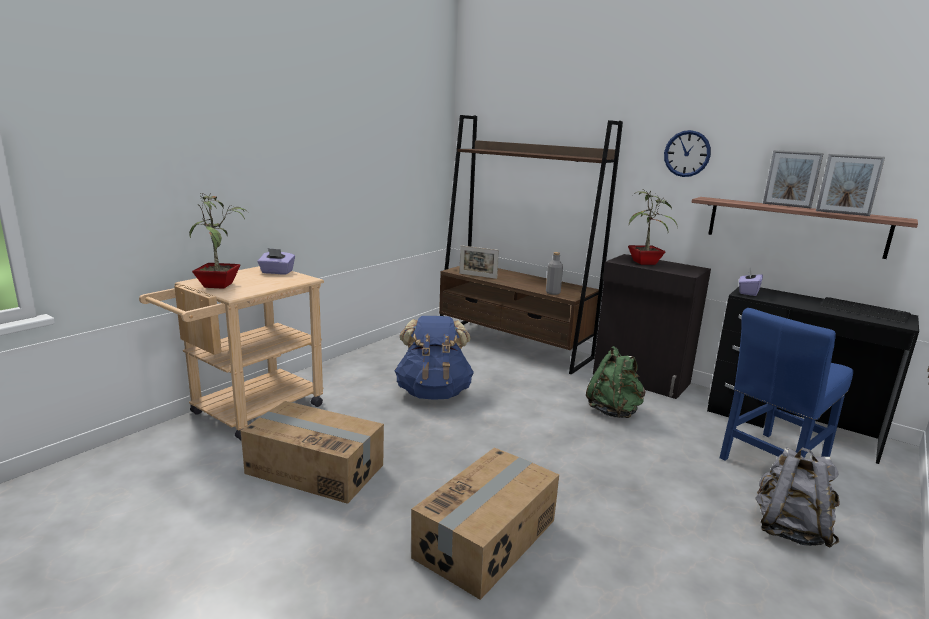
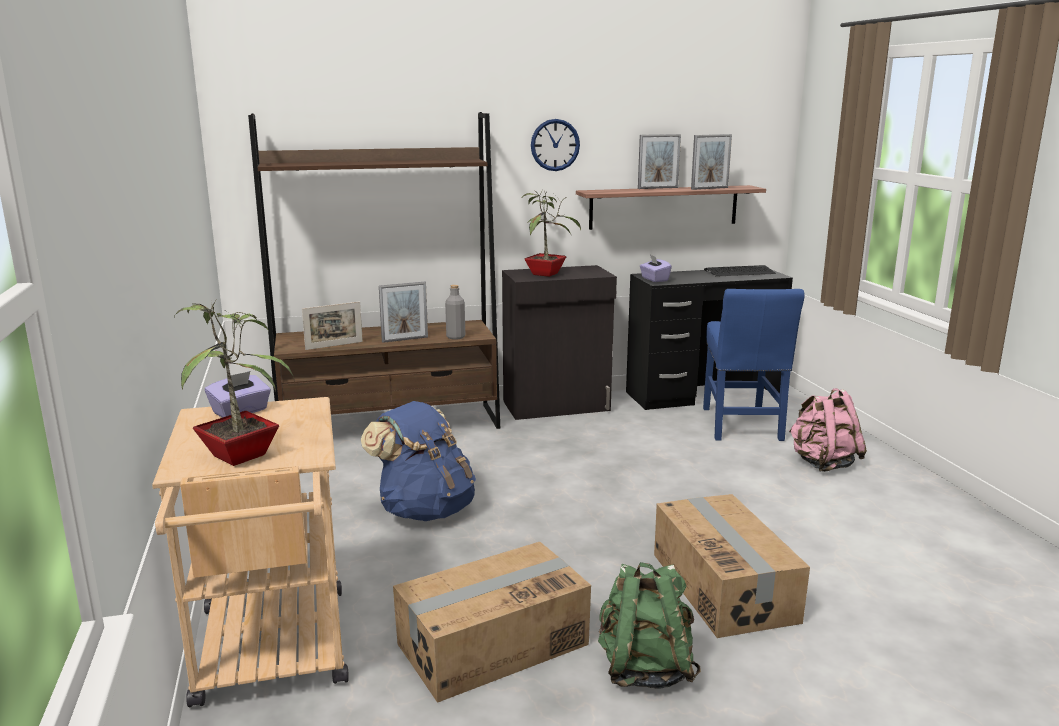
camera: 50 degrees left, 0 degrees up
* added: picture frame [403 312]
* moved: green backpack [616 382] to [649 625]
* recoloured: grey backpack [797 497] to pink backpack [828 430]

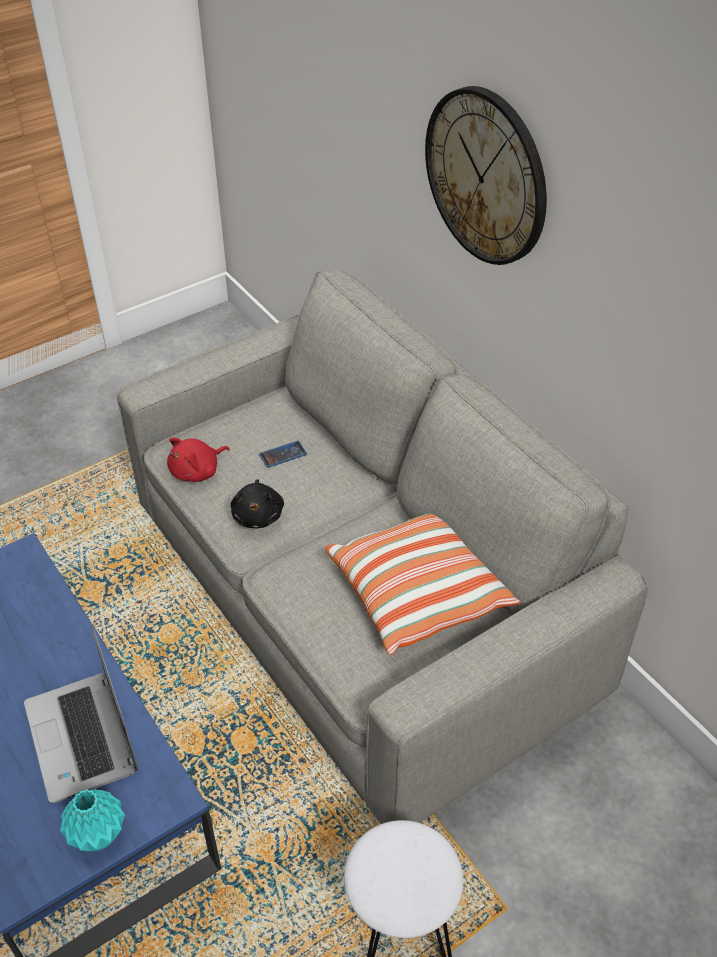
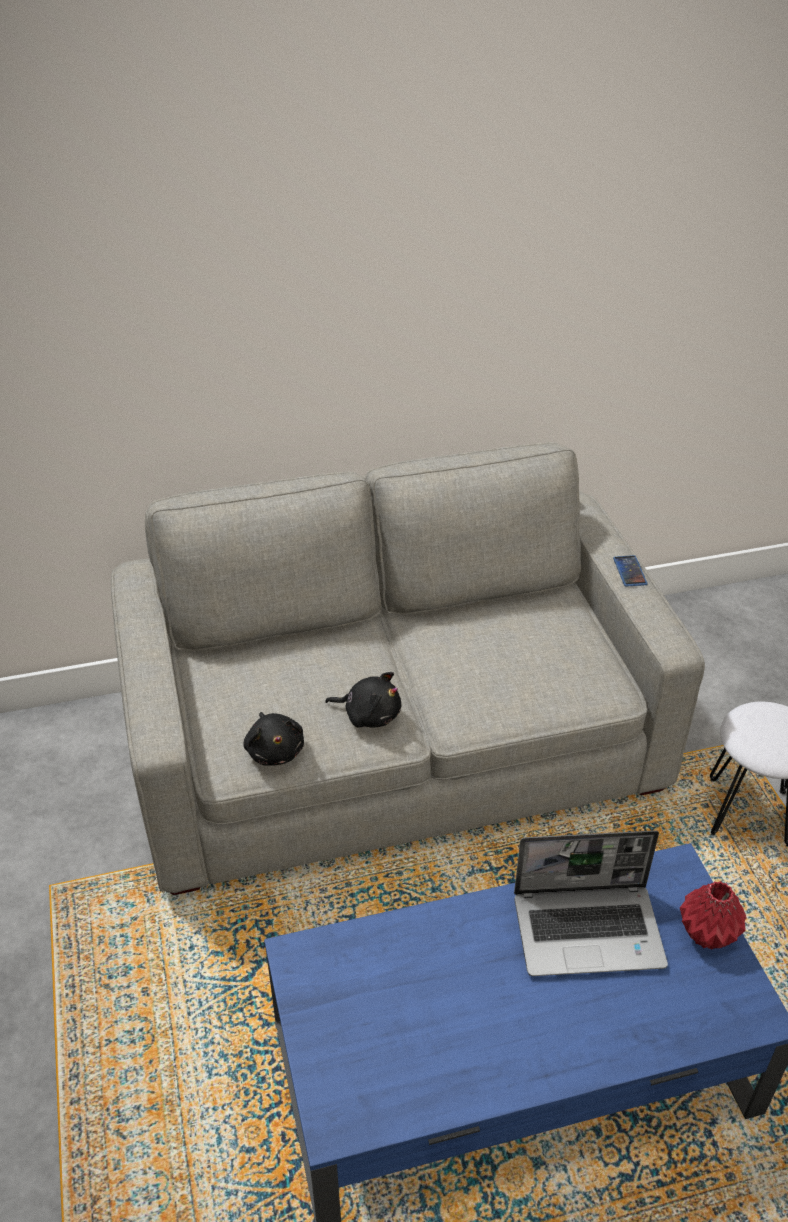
camera: 70 degrees left, 5 degrees down
* removed: pillow [423 584]
* removed: wall clock [486 175]
* moved: phone [283 454] to [630 571]
* recoloured: turquoise vase [92 820] to red vase [713 915]
* recoloured: red plush toy [198 460] to black plush toy [273 739]

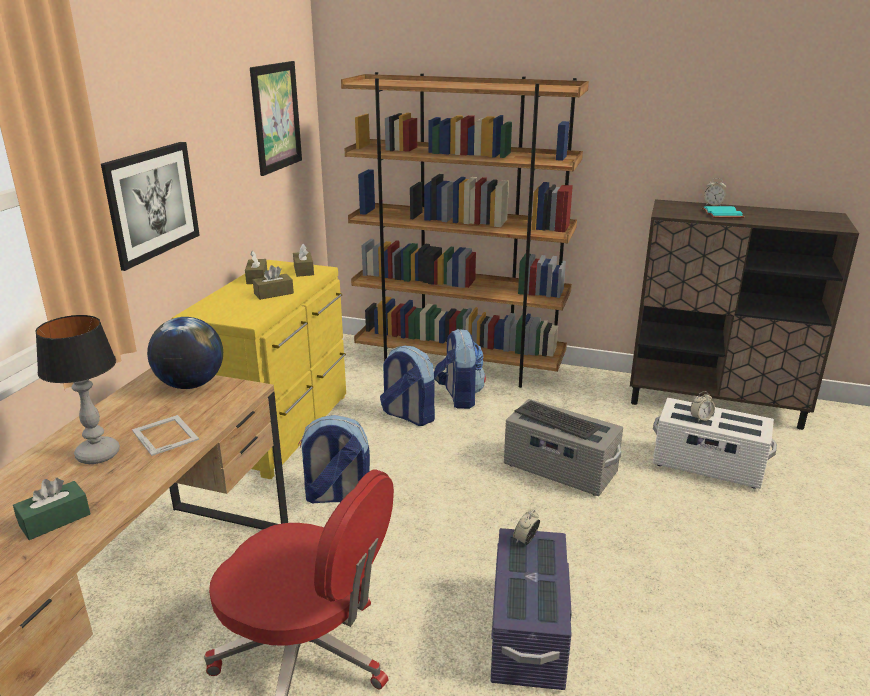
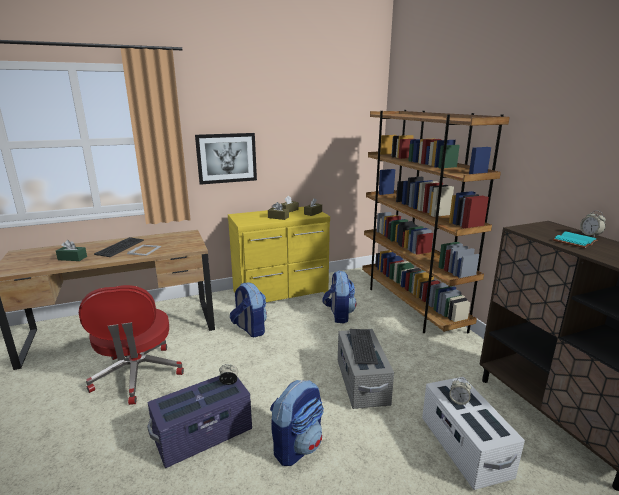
camera: 50 degrees right, 5 degrees down
* removed: globe [185 353]
* removed: picture [276 118]
* moved: backpack [460 369] to [297 423]
* replaced: table lamp [77 389] to keyboard [119 247]

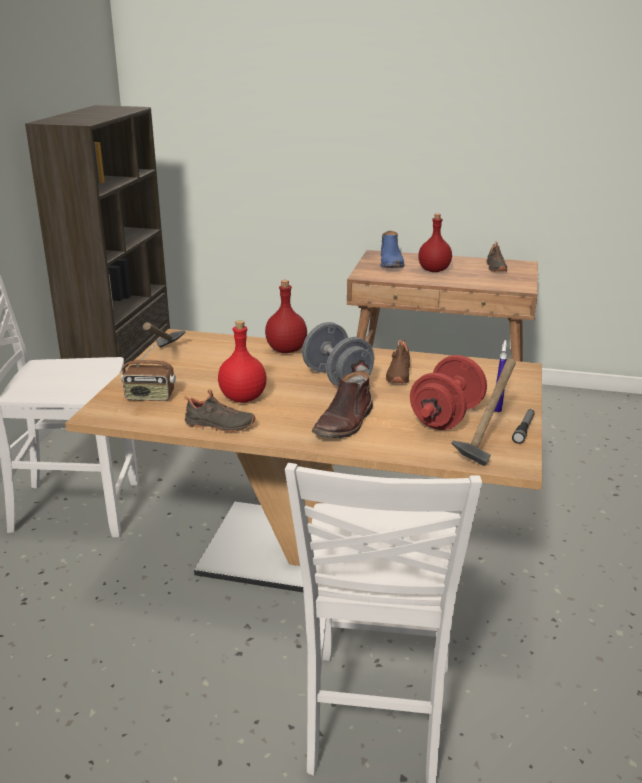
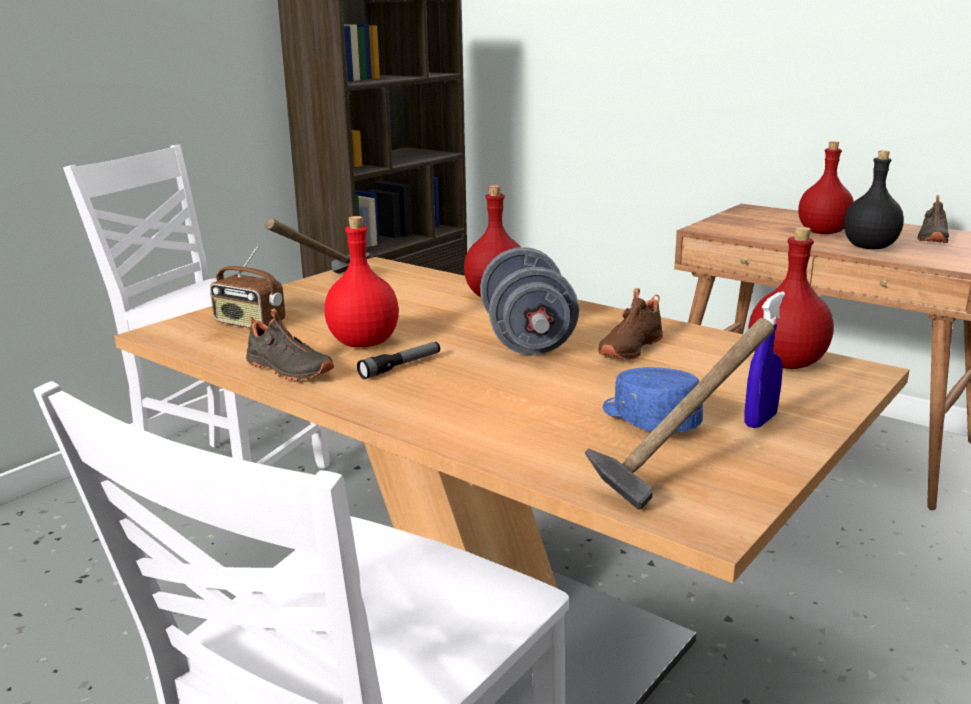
camera: 25 degrees right, 5 degrees down
* removed: brown boot [342 404]
* removed: blue boot [392 249]
* added: red bottle [791 298]
* added: black bottle [874 199]
* moved: flashlight [523 426] to [398 360]
* replaced: red dumbbell [448 392] to blue cap [653 400]

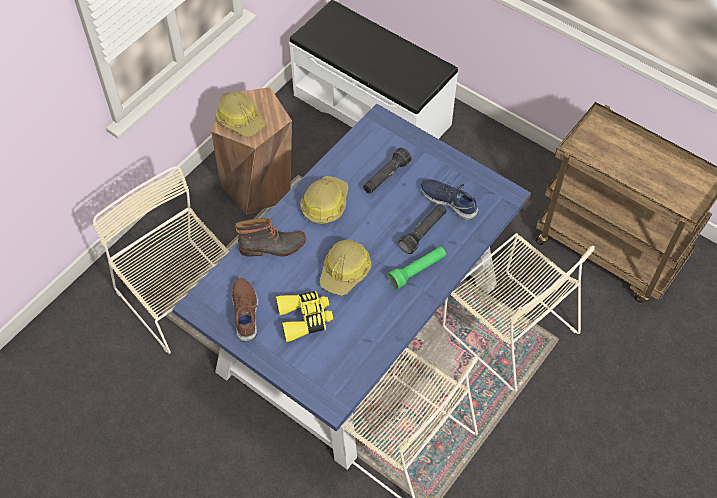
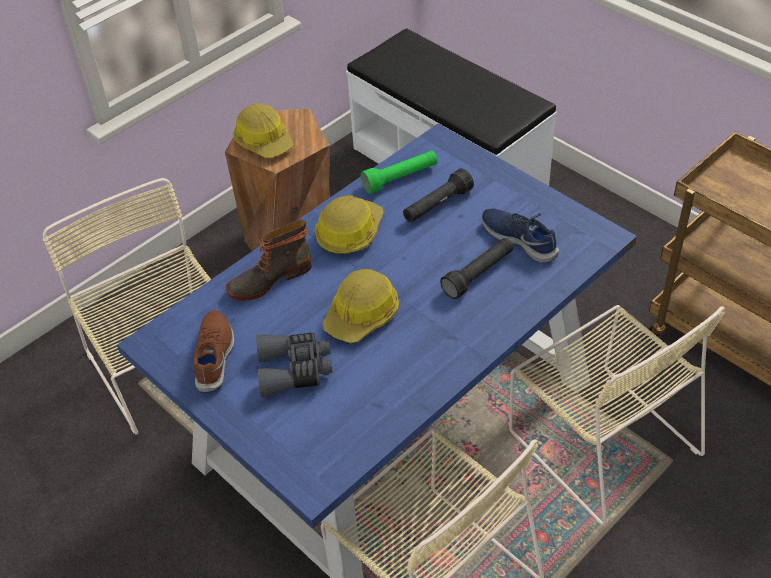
camera: 10 degrees right, 10 degrees down
* moved: green flashlight [417 267] to [399 172]
* recoloured: yellow binoculars [304 316] to grey binoculars [294 365]
* turned: boot [270 237] = [269 260] 150 degrees clockwise

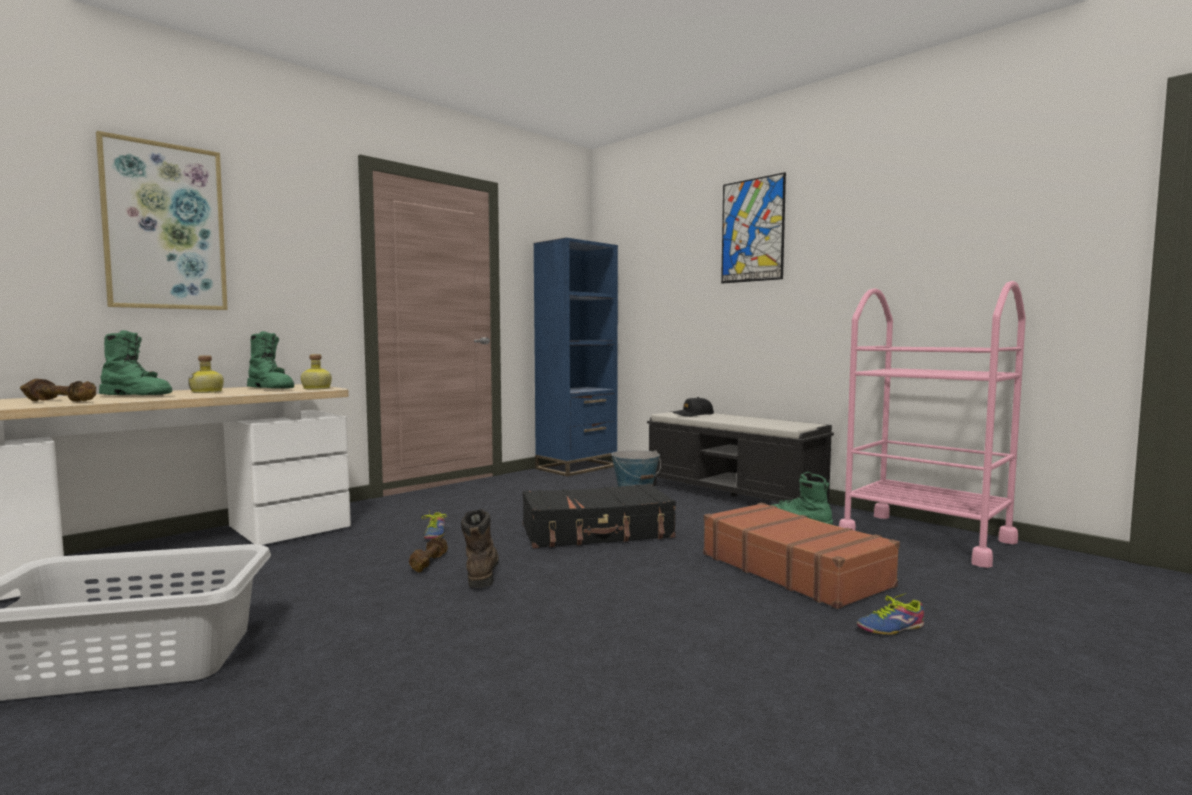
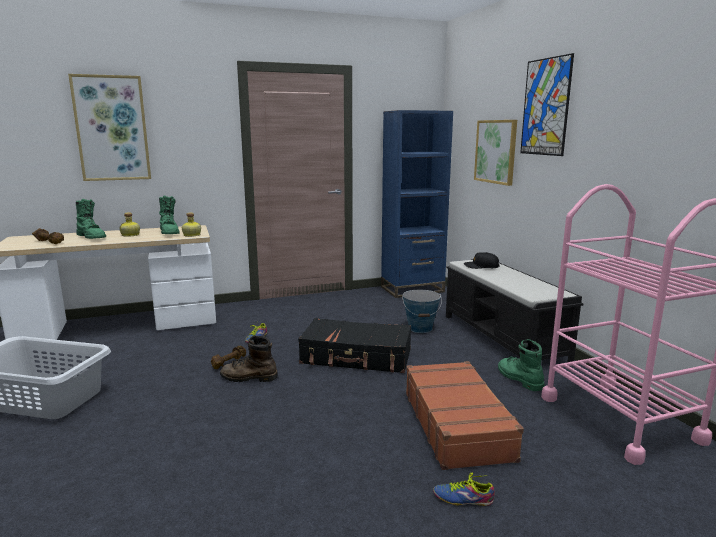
camera: 25 degrees right, 10 degrees up
* added: picture [495 153]
* turned: brown boot [480 548] = [249 358] 105 degrees counterclockwise

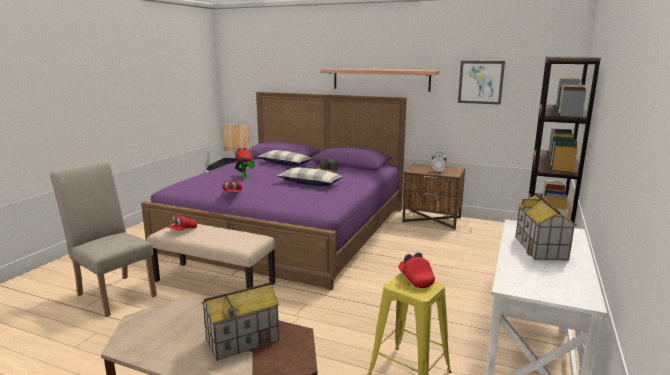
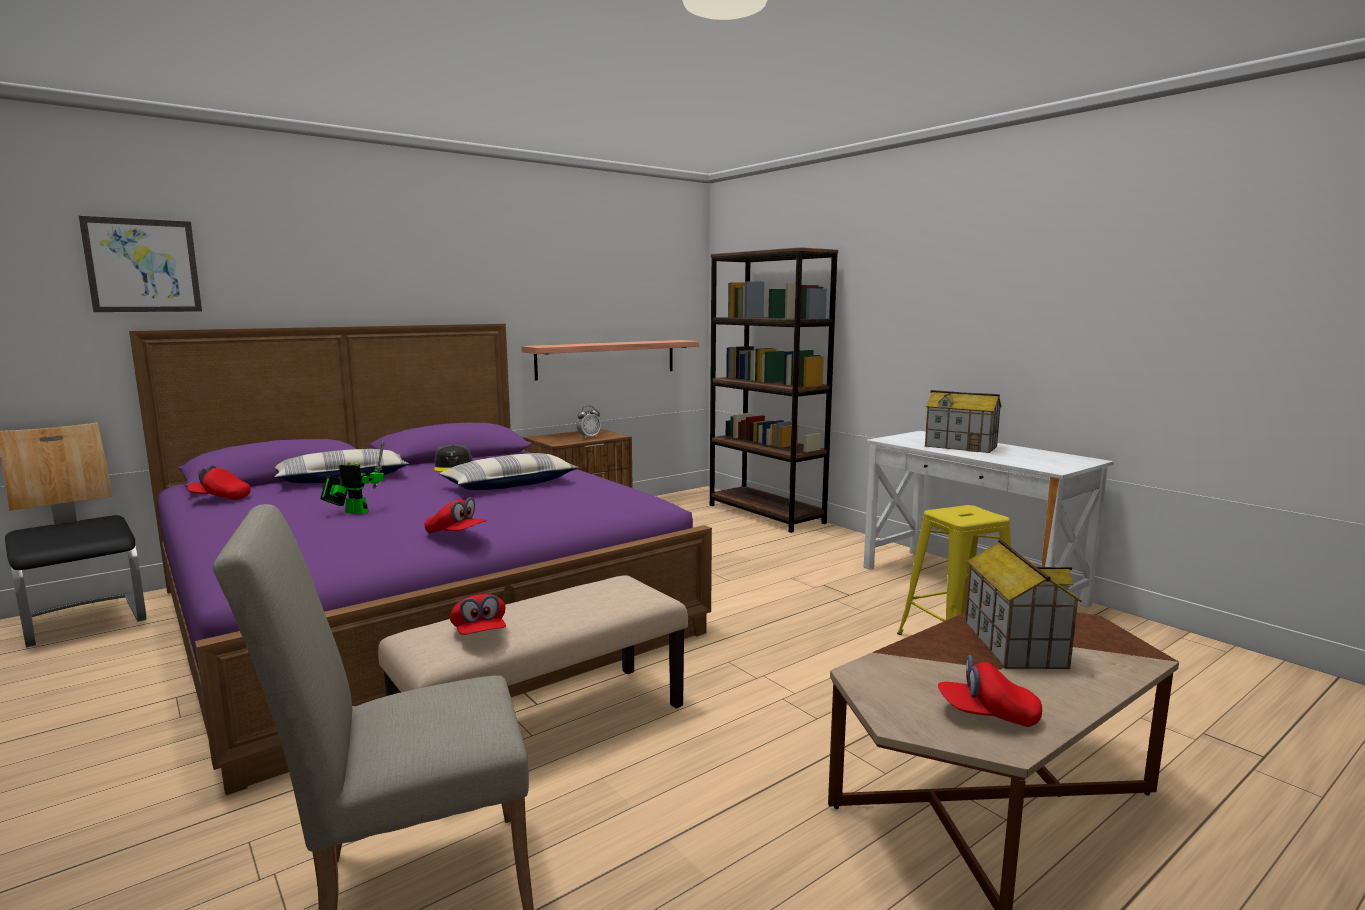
camera: 60 degrees left, 5 degrees down
* moved: shelf [379 80] to [610 360]
* moved: red cap [417 270] to [990 691]
* moved: picture [481 83] to [140 264]

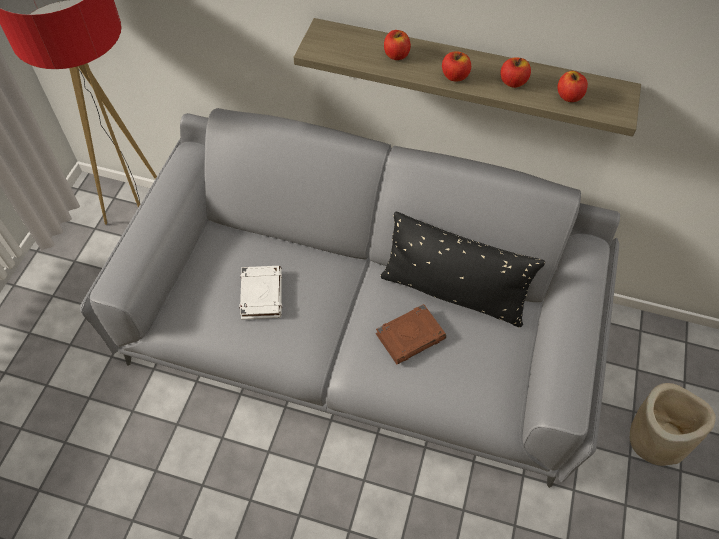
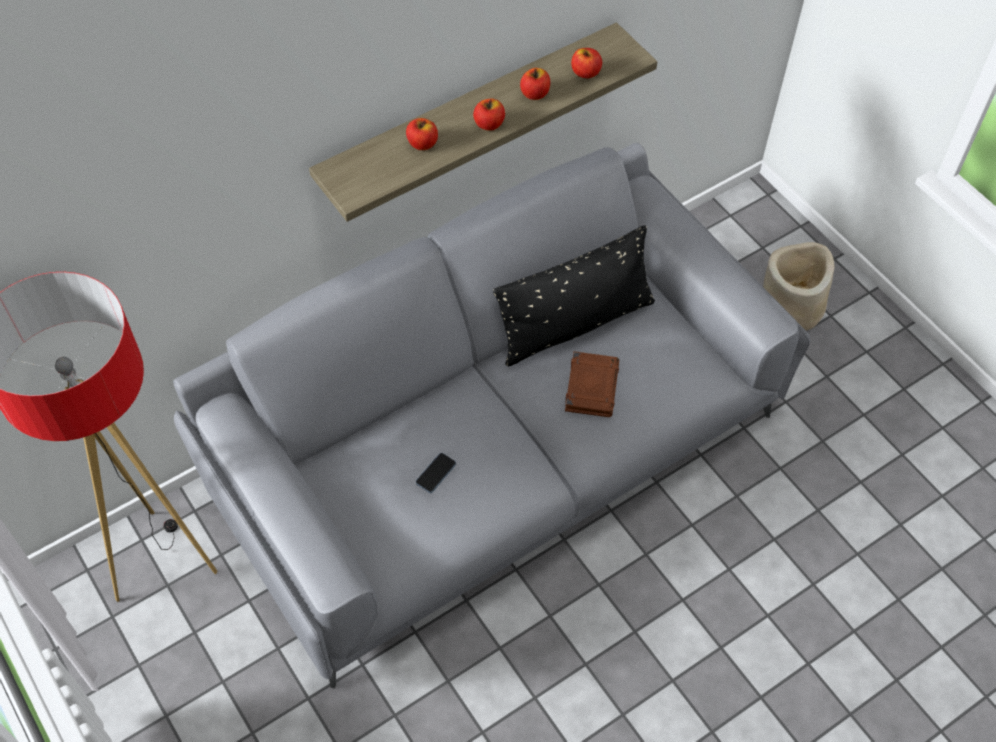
camera: 50 degrees left, 0 degrees up
* replaced: white book [260 293] to phone [436 473]

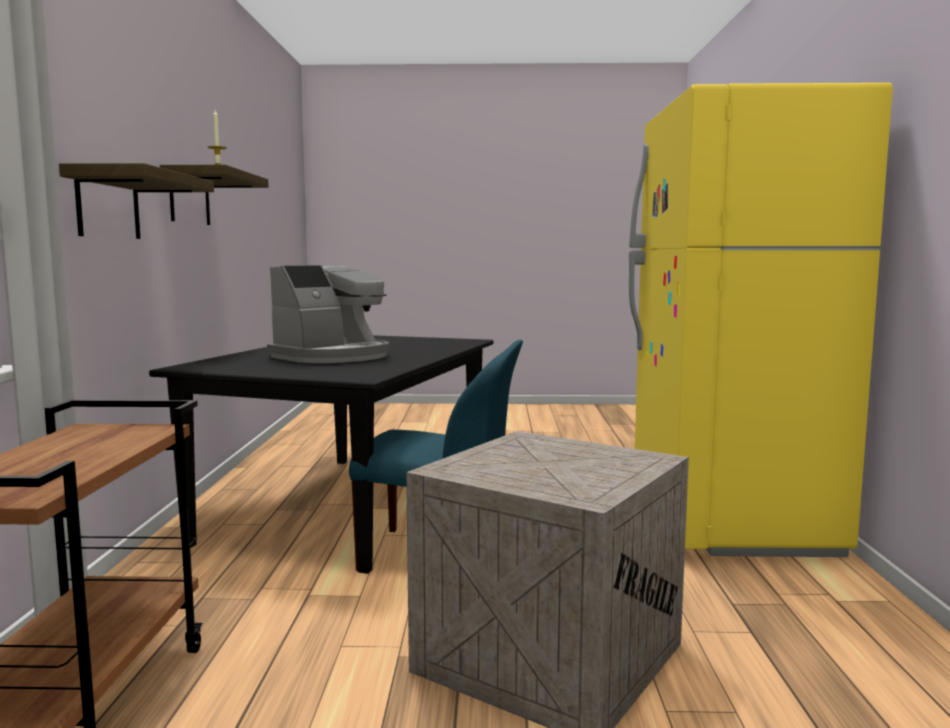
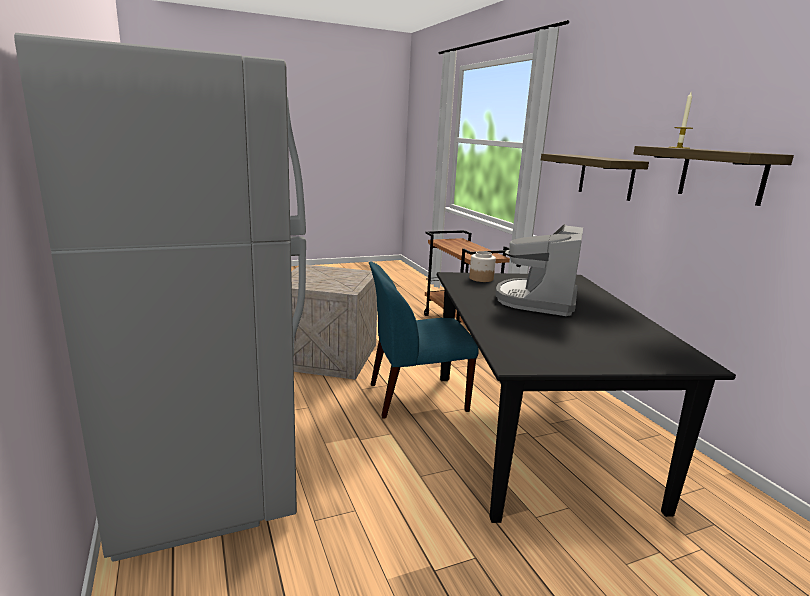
camera: 155 degrees right, 10 degrees up
* added: jar [482 266]
* recoloured: yellow fridge [761 320] to grey fridge [160 297]

